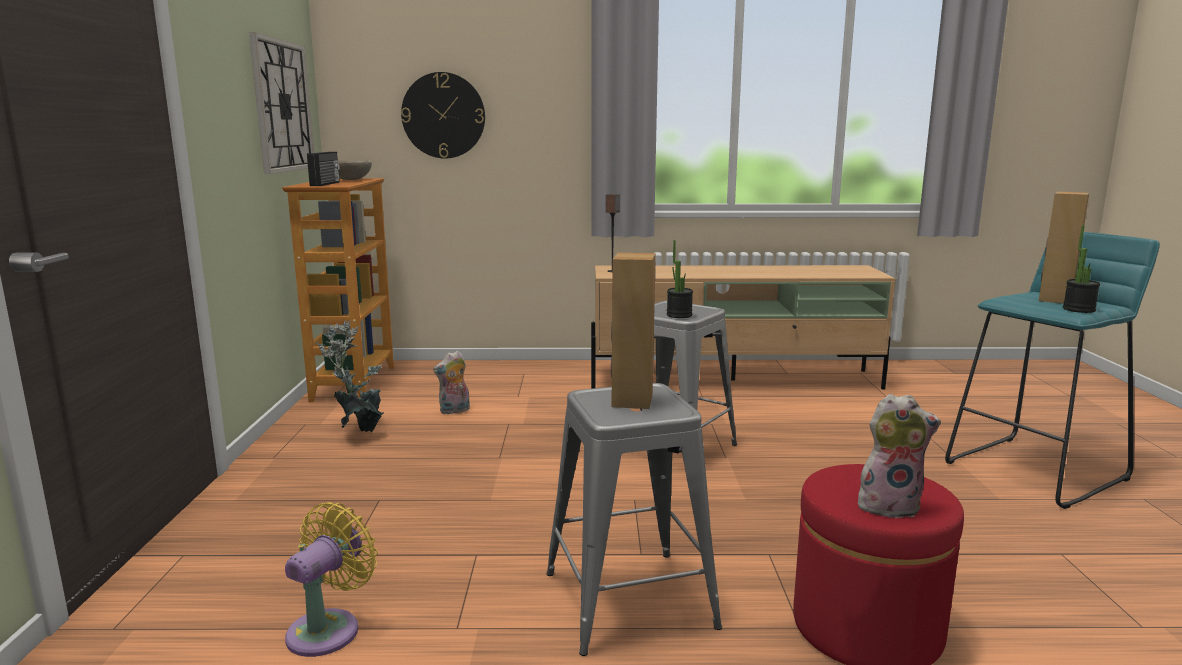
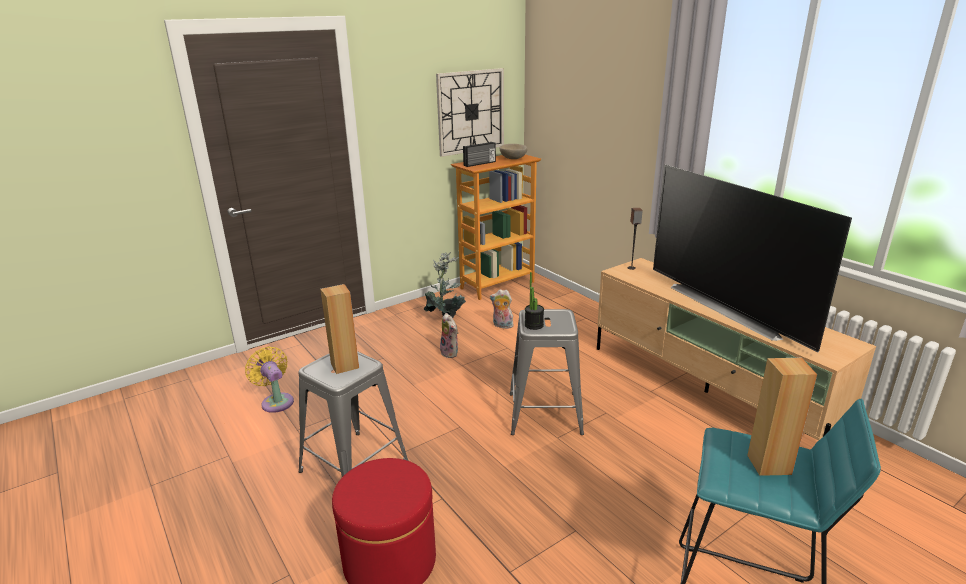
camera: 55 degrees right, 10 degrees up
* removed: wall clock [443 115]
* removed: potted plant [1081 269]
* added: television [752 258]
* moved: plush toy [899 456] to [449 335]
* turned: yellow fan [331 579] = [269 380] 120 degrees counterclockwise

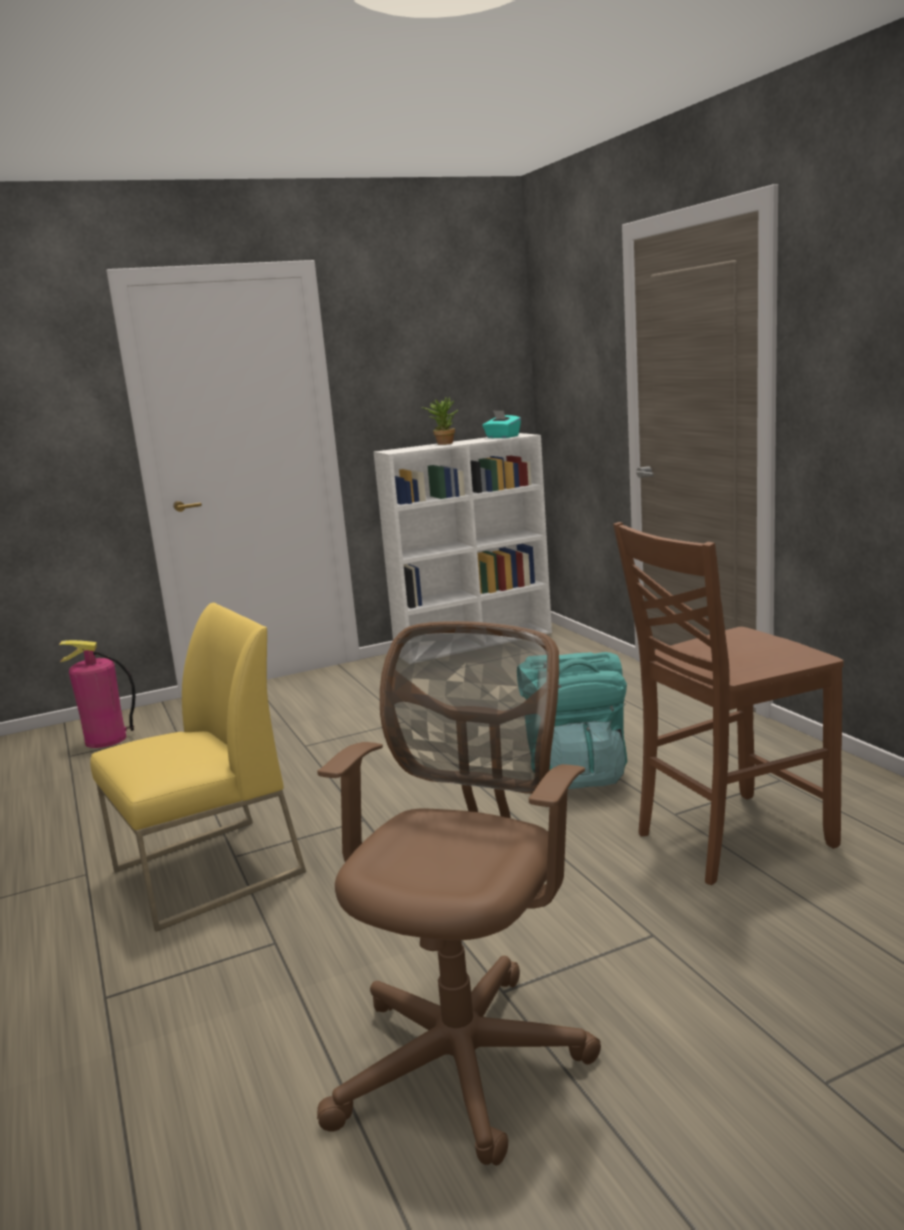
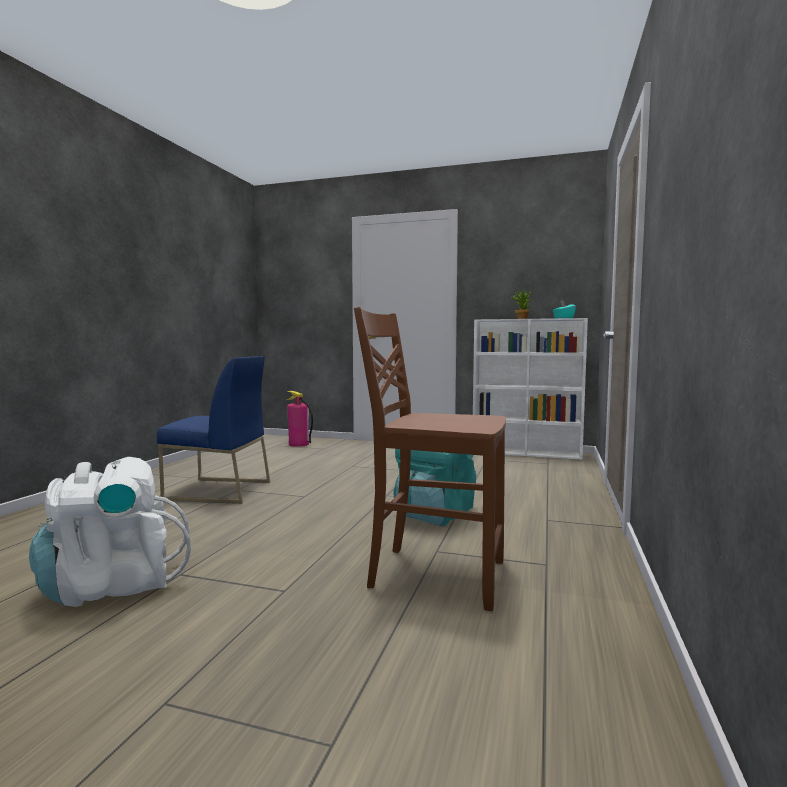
camera: 40 degrees right, 10 degrees down
* replaced: brown office chair [459 893] to white backpack [110 532]
* recoloured: yellow chair [198 767] to blue chair [213 430]

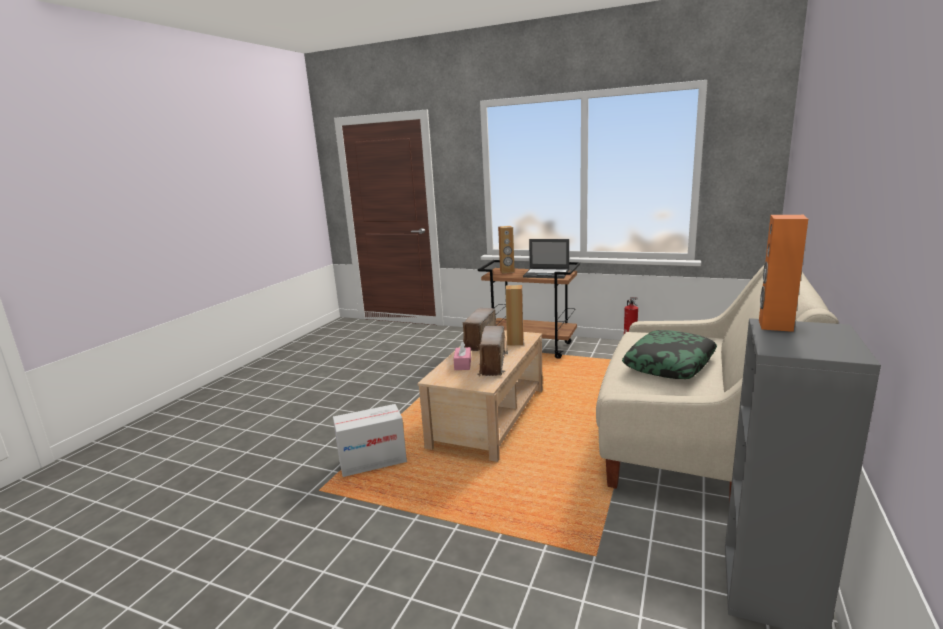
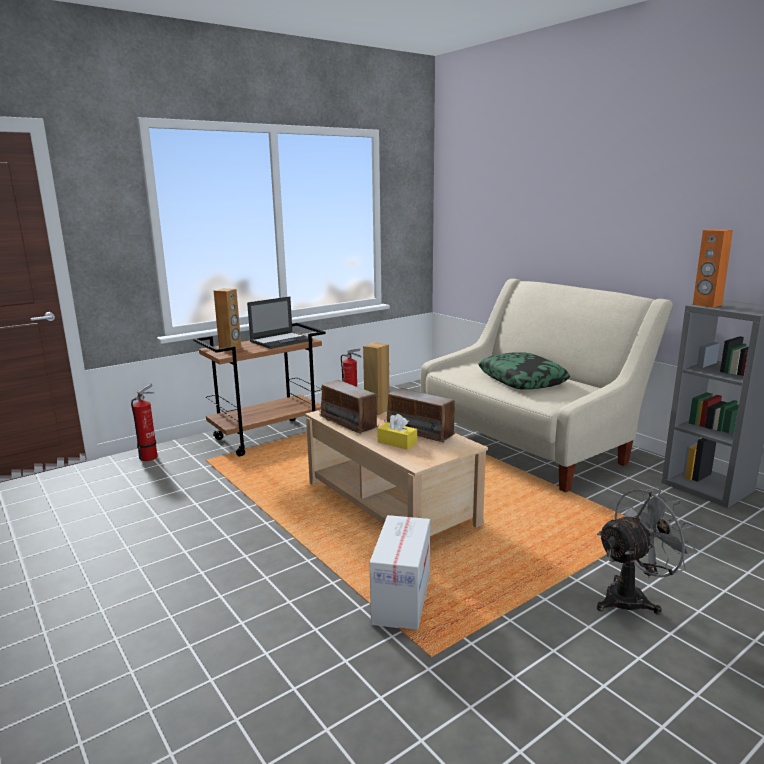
camera: 60 degrees left, 0 degrees up
* added: fire extinguisher [144 422]
* added: grey fan [647 551]
* recoloured: pink tissue box [462 355] to yellow tissue box [397 432]

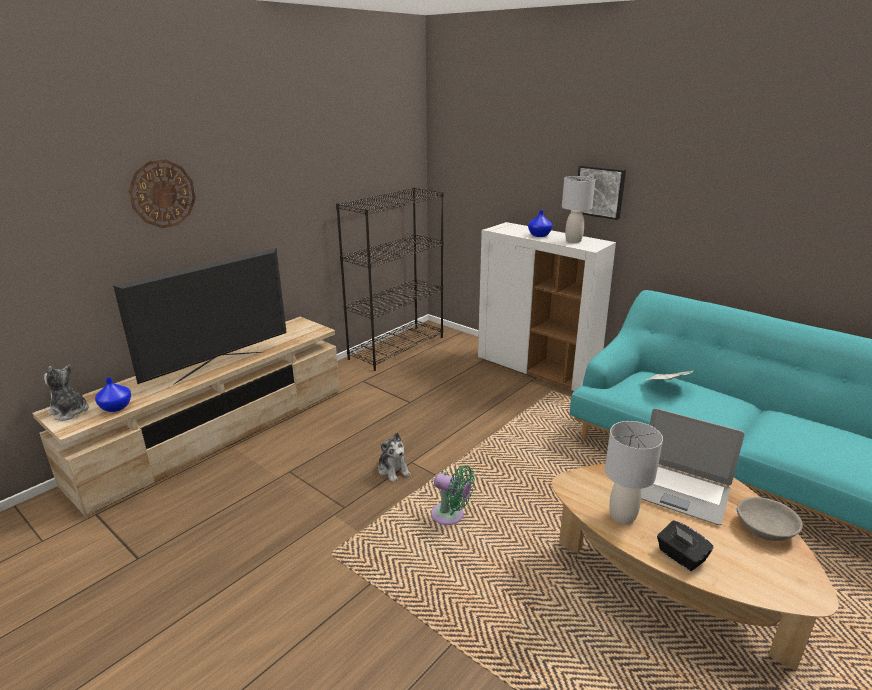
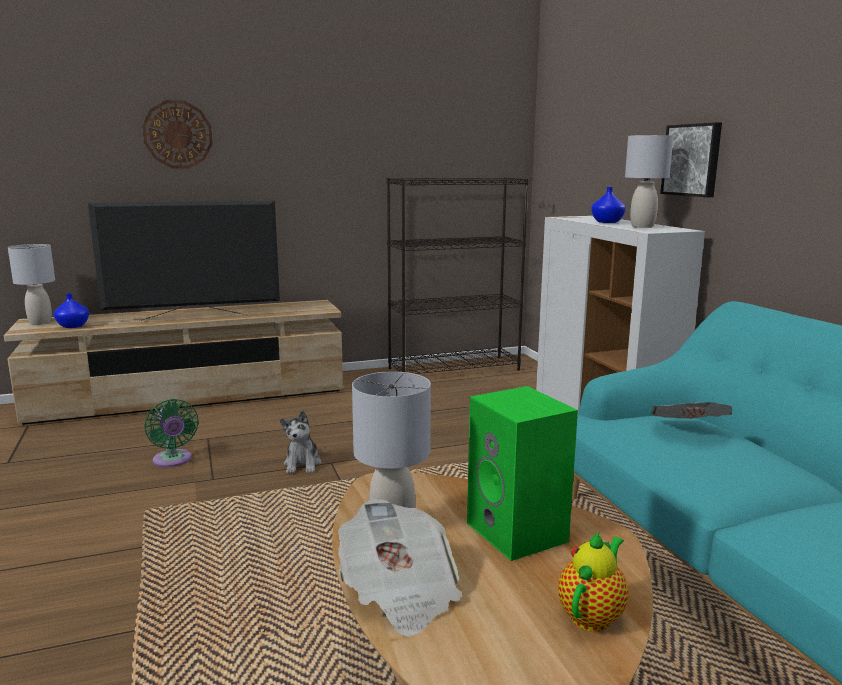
camera: 30 degrees right, 10 degrees down
* moved: green fan [453 495] to [171 433]
* replaced: plush toy [66 392] to grey table lamp [31 284]
* replaced: laptop [692 466] to green speaker [522 473]
* replaced: black tissue box [685 545] to newspaper [400 568]
* replaced: grey bowl [770 519] to teapot [593 581]

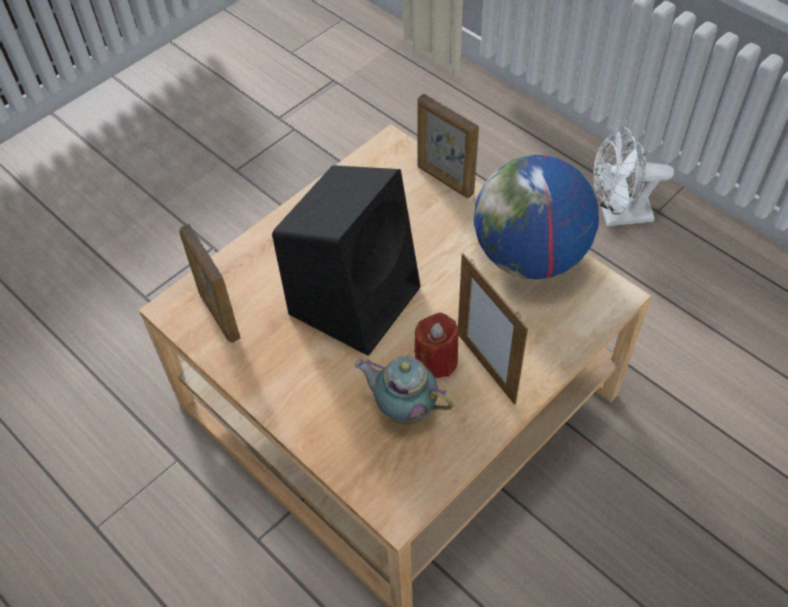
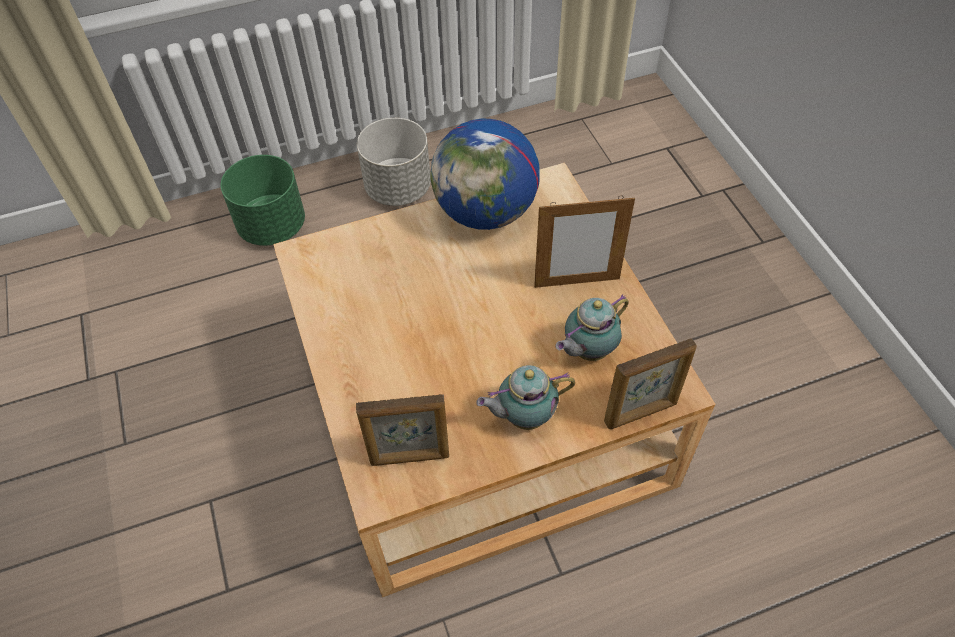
camera: 65 degrees left, 0 degrees up
* removed: black speaker [346 260]
* removed: red candle [437 345]
* added: green planter [263 200]
* added: teapot [525 397]
* moved: picture frame [448 146] to [650 383]
* replaced: white fan [634 177] to grey planter [394 162]

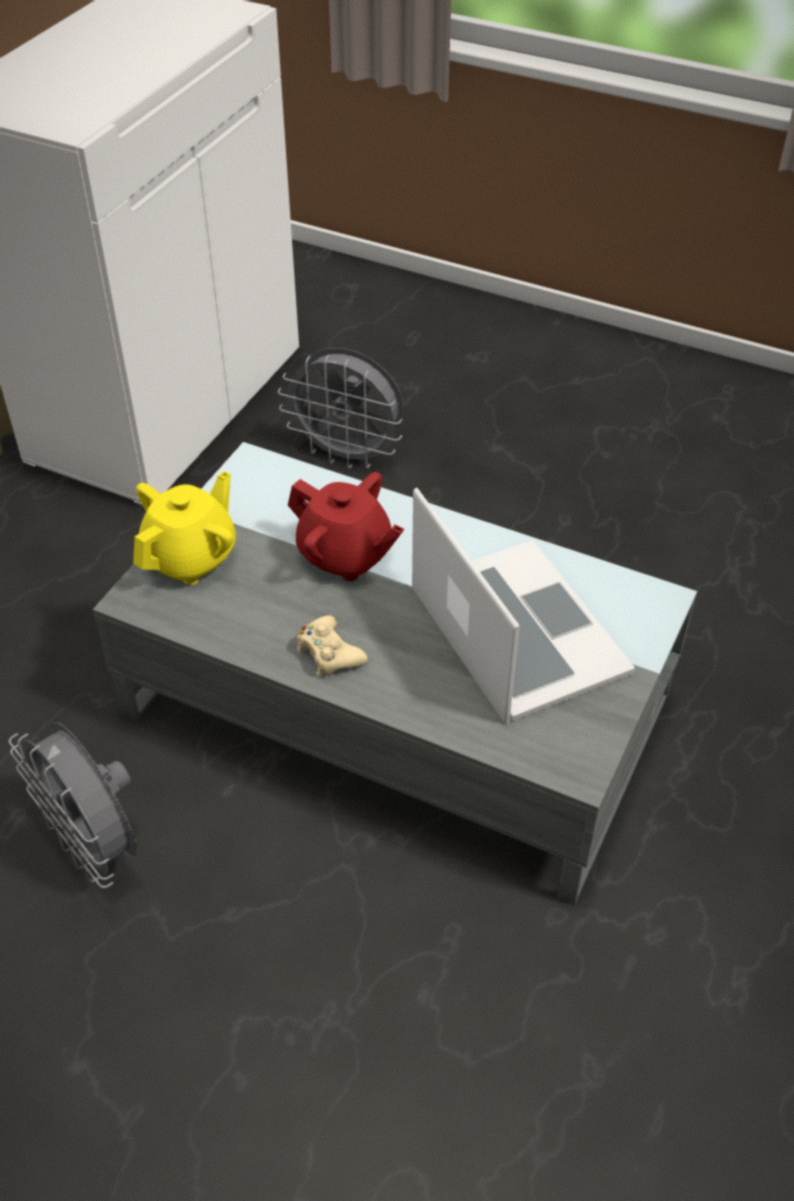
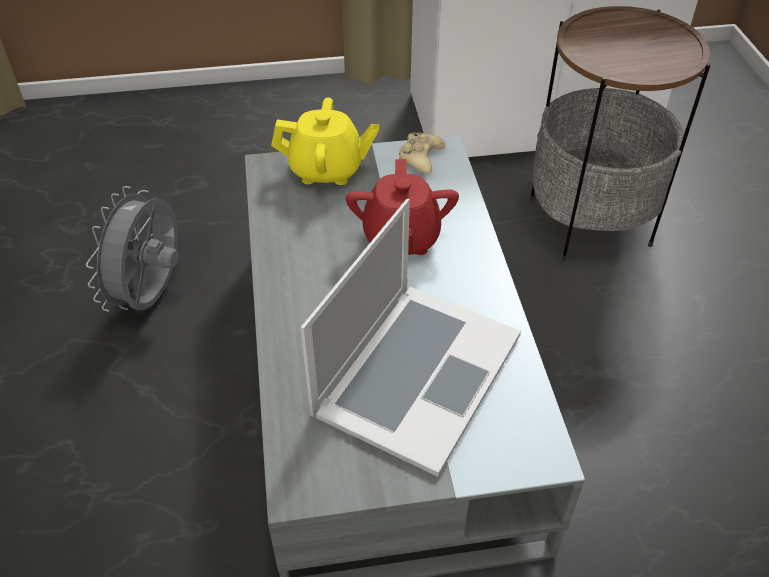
camera: 55 degrees right, 0 degrees up
* moved: beige game controller [332 645] to [422 152]
* replaced: grey fan [341 408] to side table [620 133]

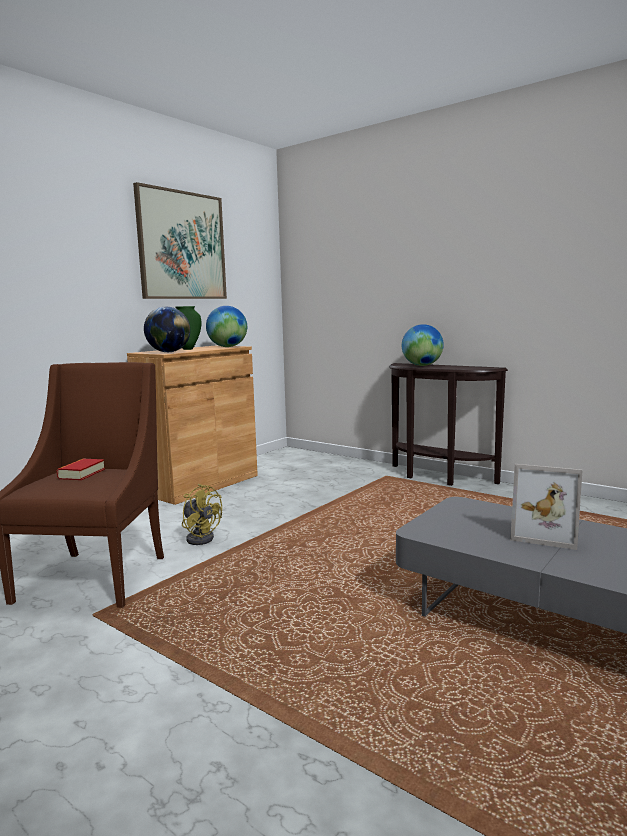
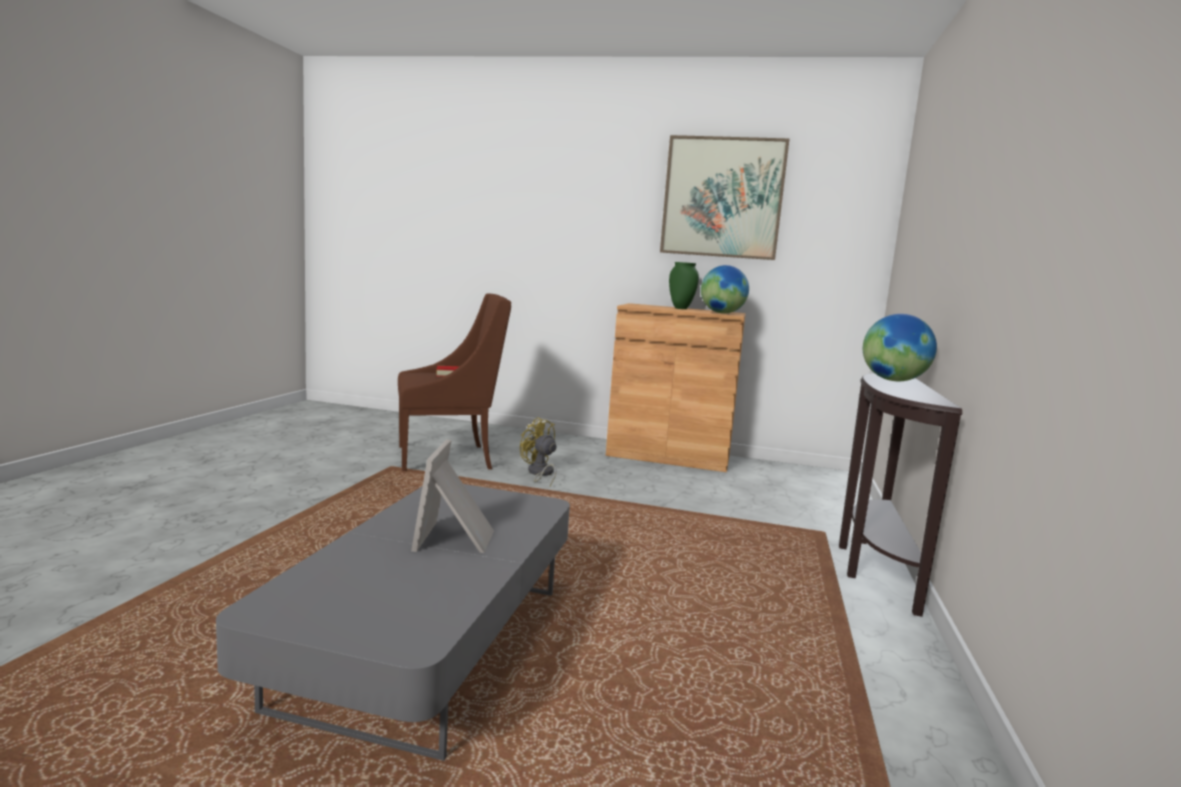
camera: 65 degrees right, 0 degrees up
* removed: globe [167 329]
* turned: yellow fan [202 514] = [538 452] 120 degrees clockwise

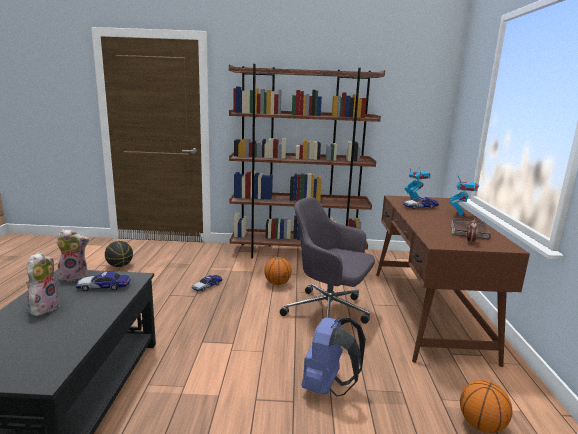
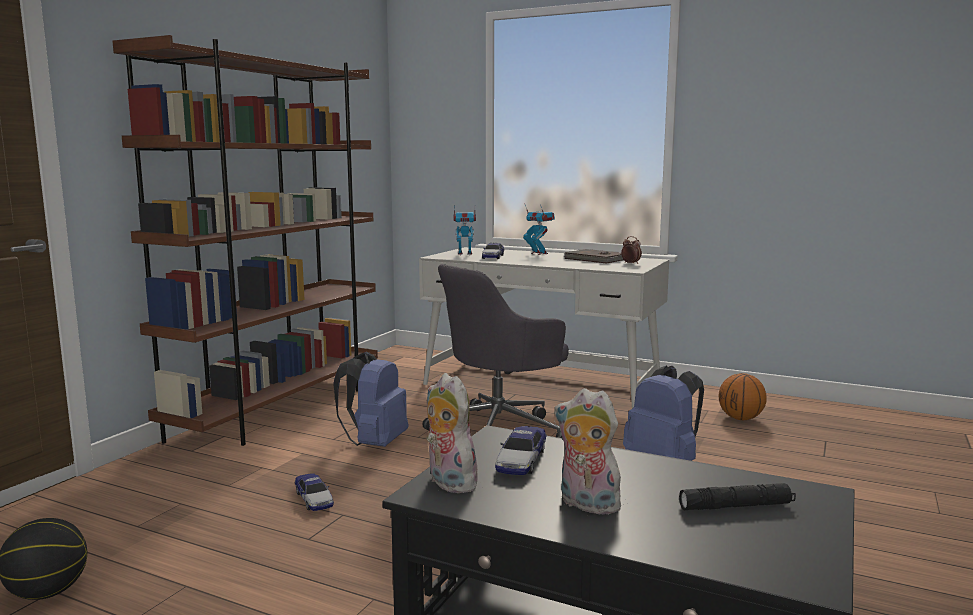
camera: 65 degrees left, 5 degrees down
* added: black flashlight [737 496]
* replaced: basketball [278 271] to blue backpack [370 399]
* recoloured: brown desk [453 281] to white desk [544 327]
* turned: plush toy [72 255] = [455 433] 45 degrees counterclockwise

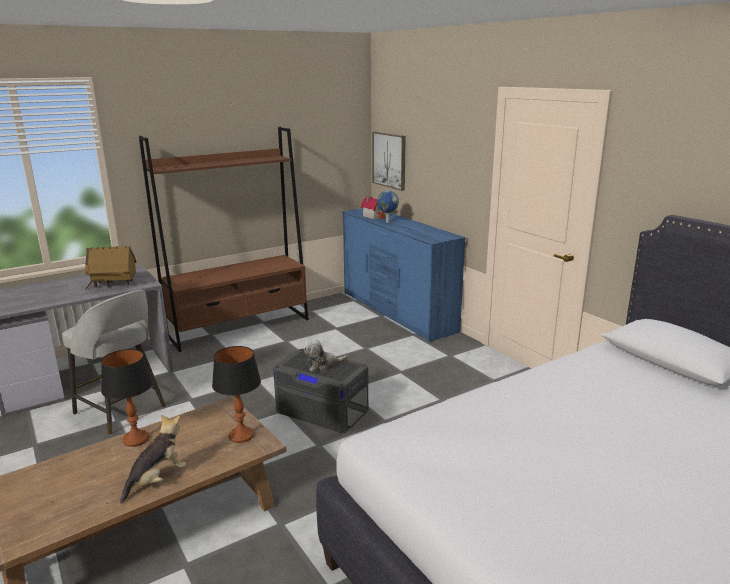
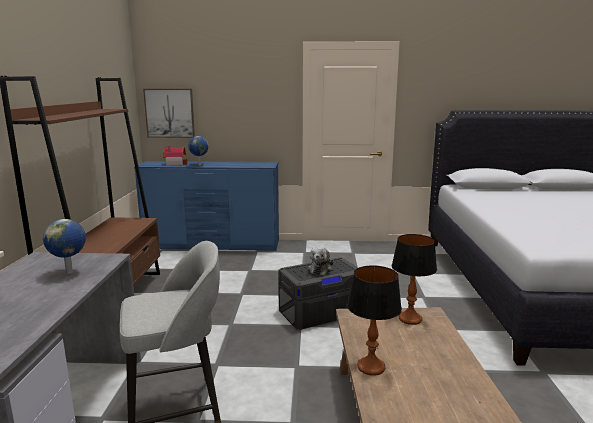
camera: 55 degrees left, 5 degrees down
* removed: plush toy [153 459]
* replaced: toy house [110 268] to globe [64 246]

